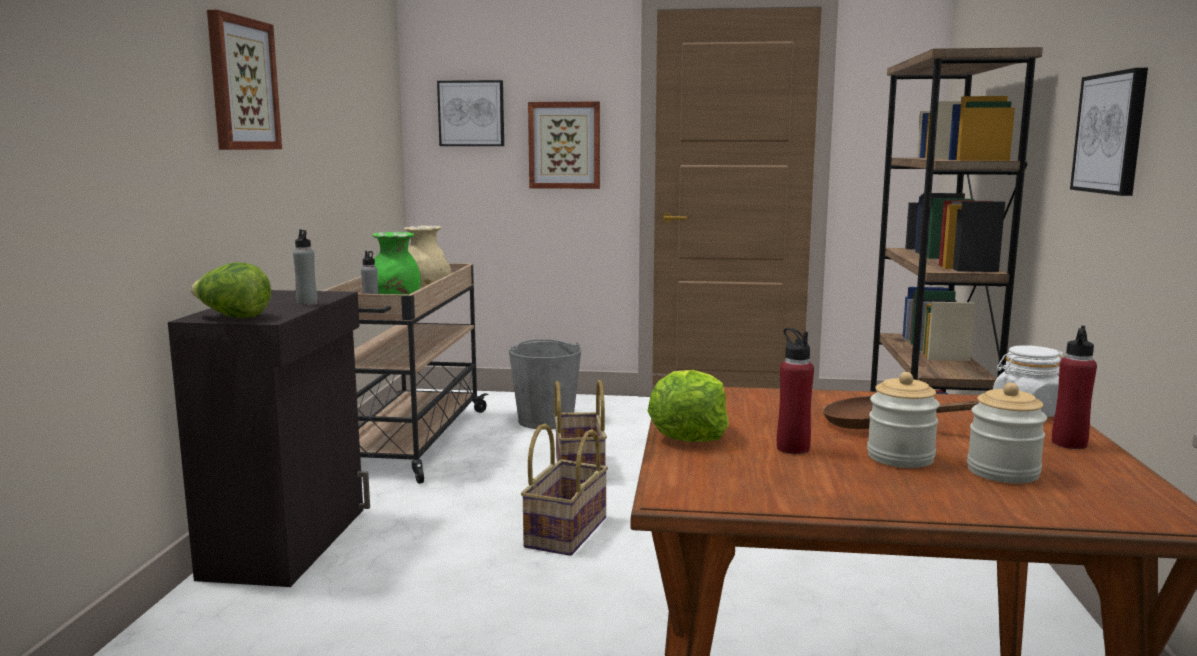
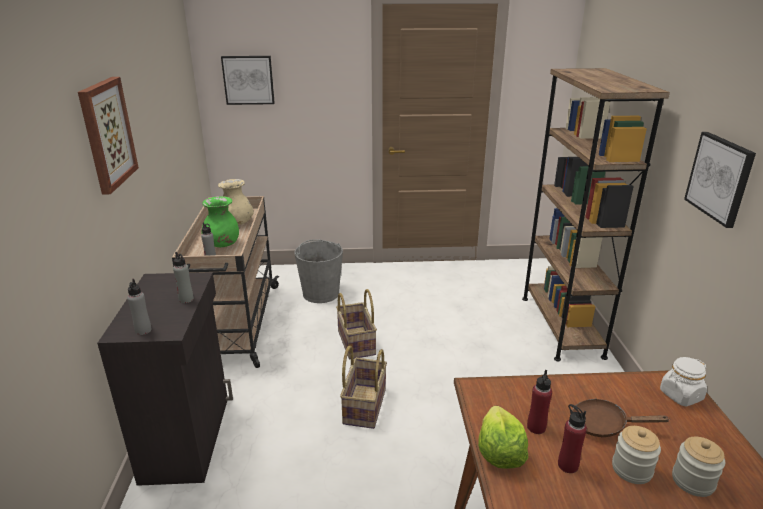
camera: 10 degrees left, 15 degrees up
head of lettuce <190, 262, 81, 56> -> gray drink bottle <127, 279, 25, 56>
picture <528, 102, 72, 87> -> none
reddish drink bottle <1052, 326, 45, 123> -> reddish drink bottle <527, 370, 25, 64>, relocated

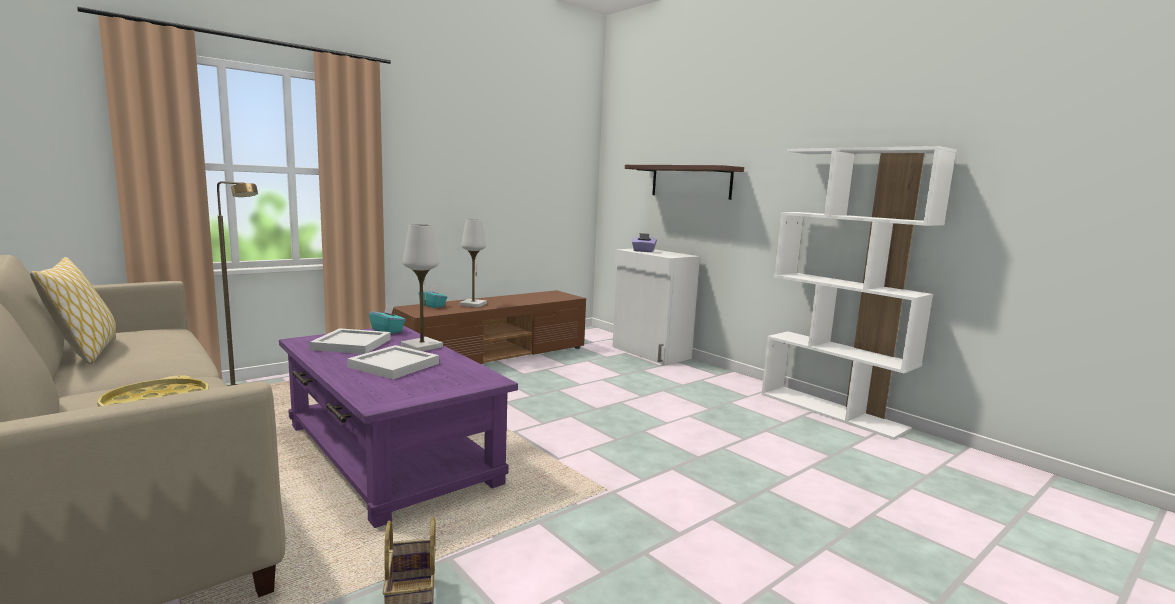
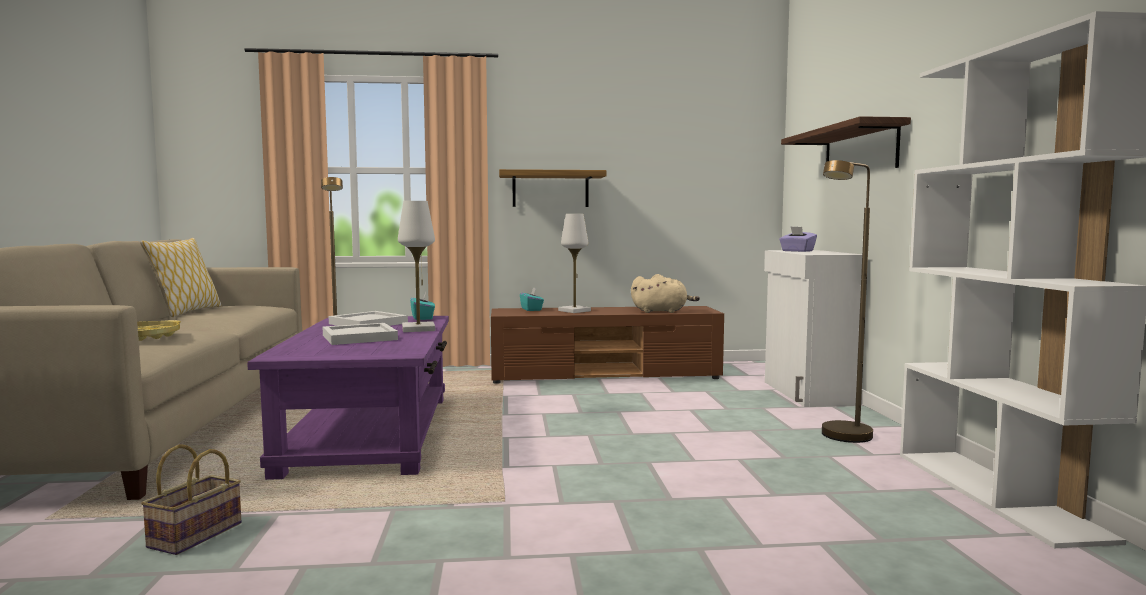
camera: 35 degrees right, 5 degrees down
none -> bracket shelf <499, 169, 108, 38>
none -> sand-coloured soft toy <631, 274, 69, 39>
none -> brown-coloured standard lamp <822, 160, 51, 283>

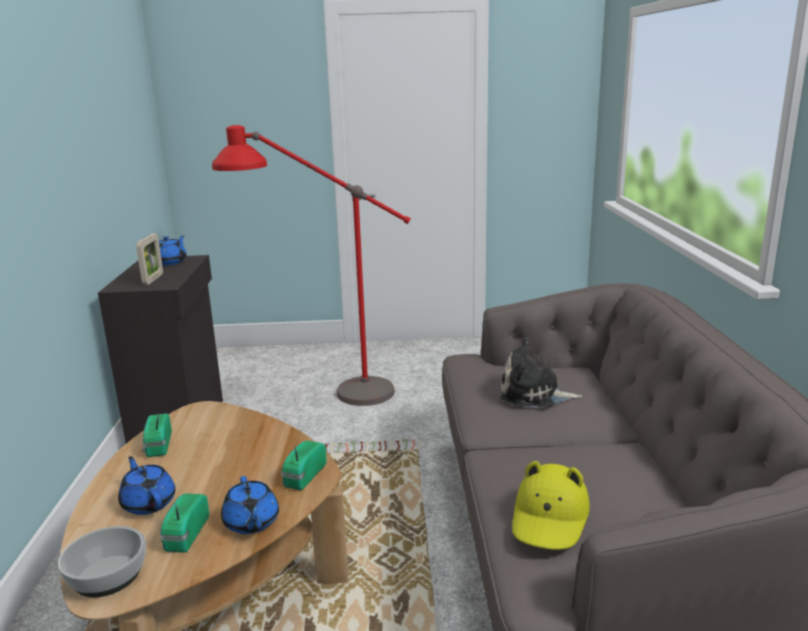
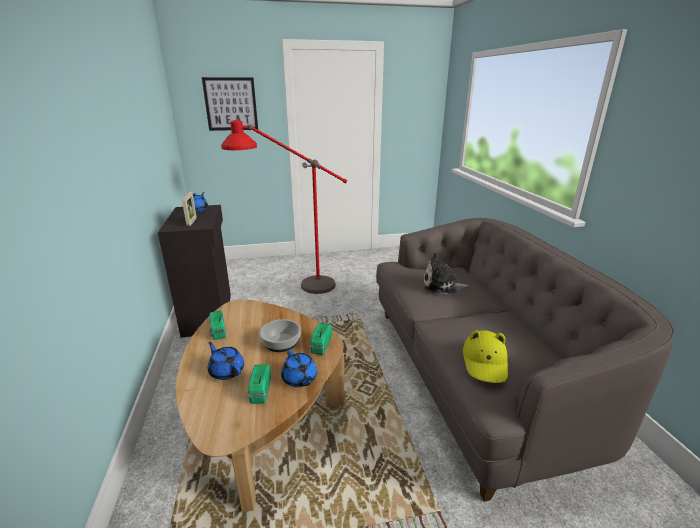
camera: 10 degrees left, 5 degrees up
deep dish <58, 526, 88, 71> -> deep dish <259, 319, 42, 33>, relocated
none -> picture <202, 77, 56, 54>

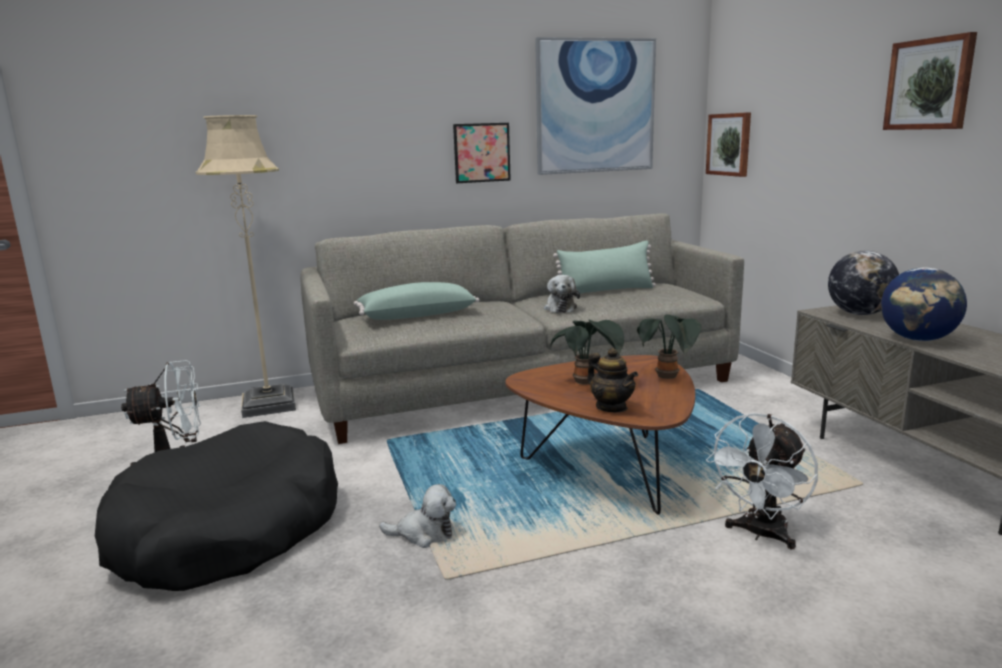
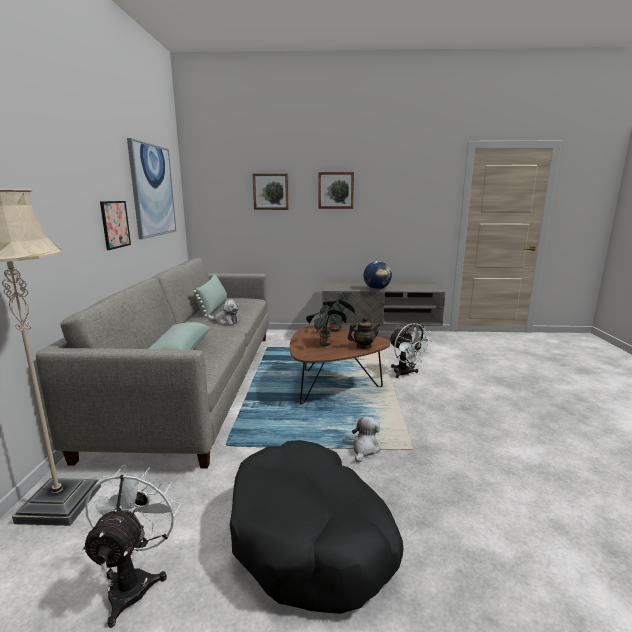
camera: 70 degrees left, 0 degrees up
picture <706, 112, 45, 65> -> picture <253, 173, 36, 37>, relocated
desk globe <828, 251, 71, 64> -> none

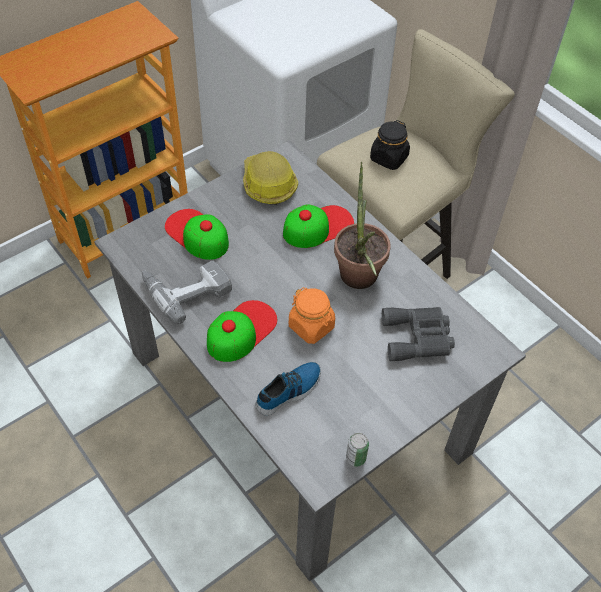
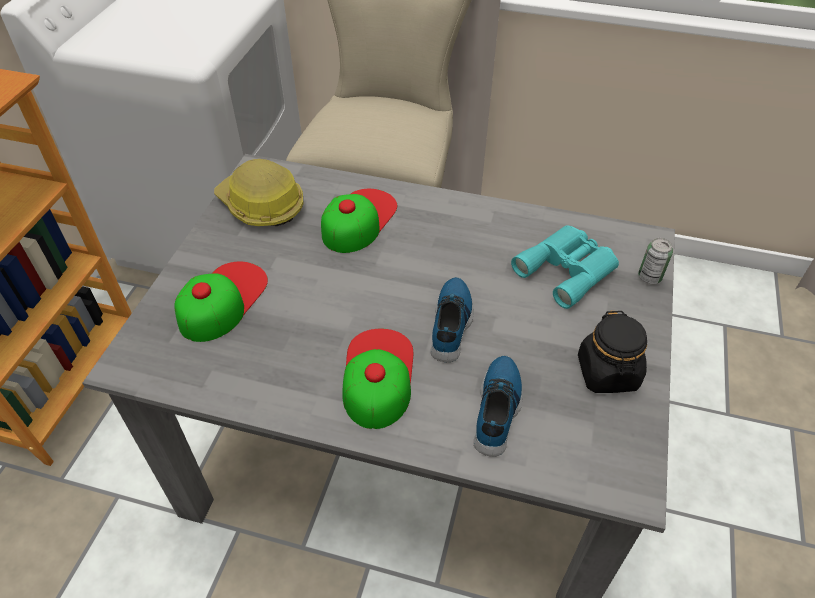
camera: 35 degrees left, 5 degrees down
electric drill <142, 261, 90, 63> -> none
peaked cap <165, 209, 64, 51> -> peaked cap <174, 262, 94, 80>, 105 degrees clockwise
orange-coloured storage jar <289, 287, 46, 57> -> shoe <430, 277, 44, 85>
houseplant <334, 162, 57, 127> -> none
sealed can <346, 433, 23, 34> -> sealed can <638, 238, 35, 46>, relocated
blackish storage jar <370, 120, 40, 50> -> blackish storage jar <578, 311, 69, 82>, relocated
gray binoculars <382, 307, 73, 54> -> turquoise-coloured binoculars <511, 225, 108, 84>

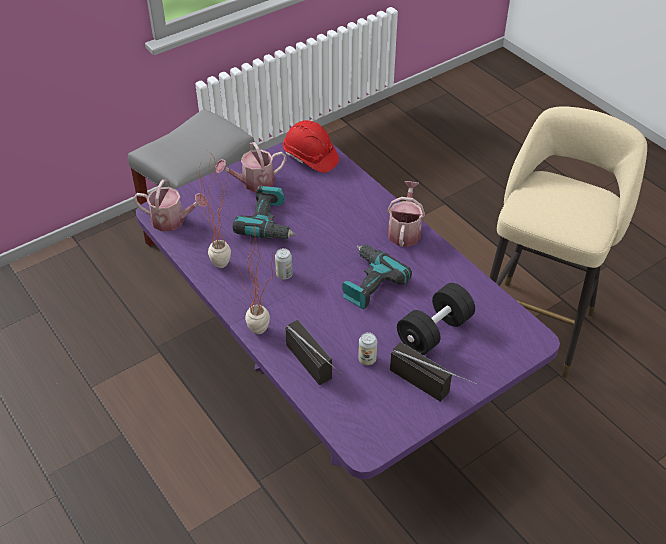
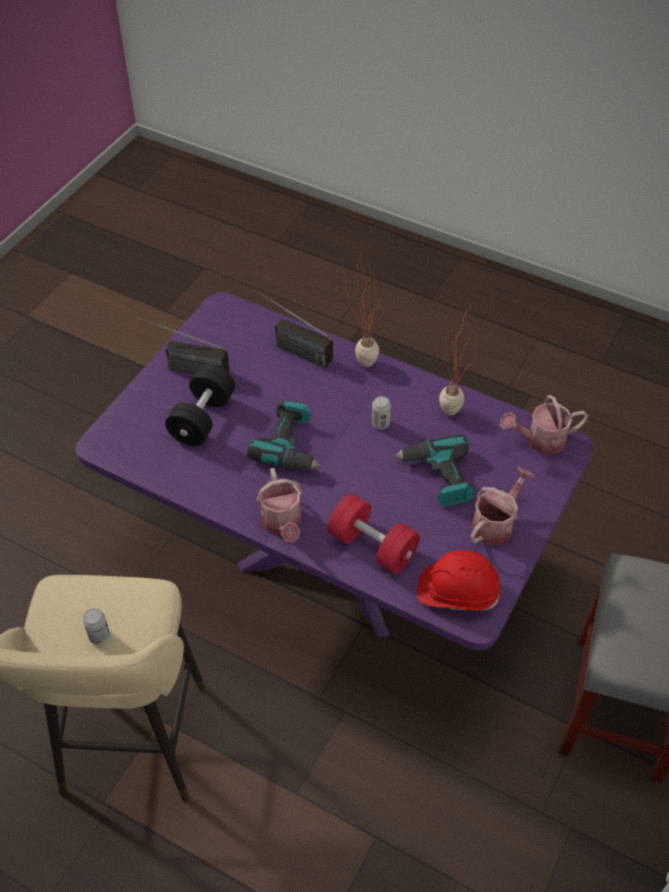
camera: 155 degrees right, 5 degrees up
sealed can <358, 332, 19, 33> -> sealed can <83, 608, 27, 36>, relocated
none -> reddish dumbbell <327, 493, 93, 81>

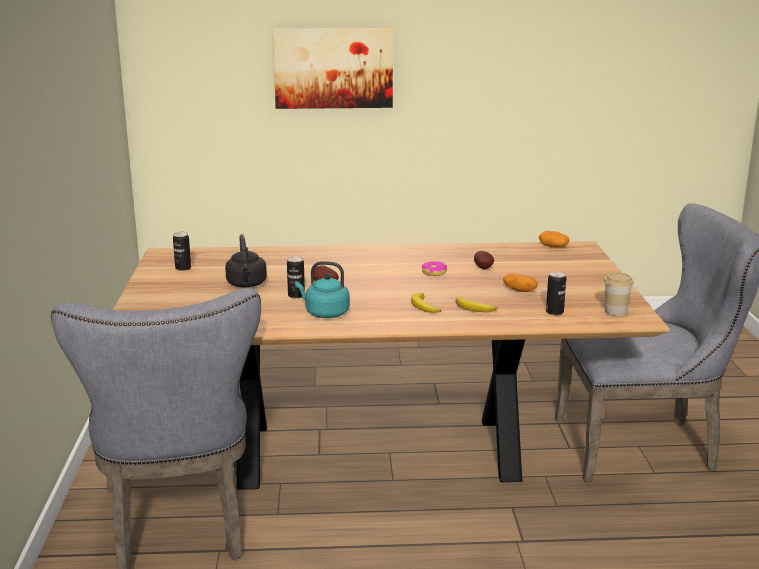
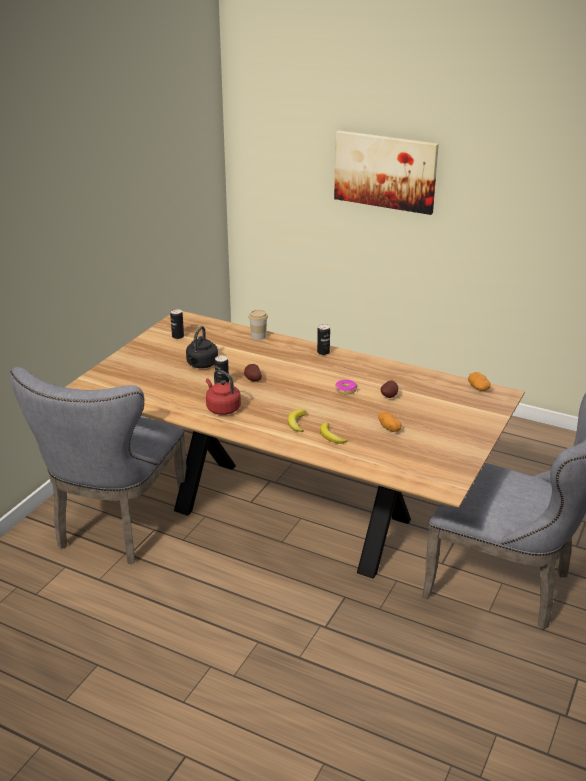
camera: 30 degrees right, 10 degrees up
turquoise-coloured kettle <295, 261, 55, 57> -> reddish kettle <206, 370, 35, 45>
sealed can <546, 271, 20, 44> -> sealed can <317, 324, 13, 31>, relocated
drinking cup <604, 272, 30, 44> -> drinking cup <248, 310, 20, 30>, relocated

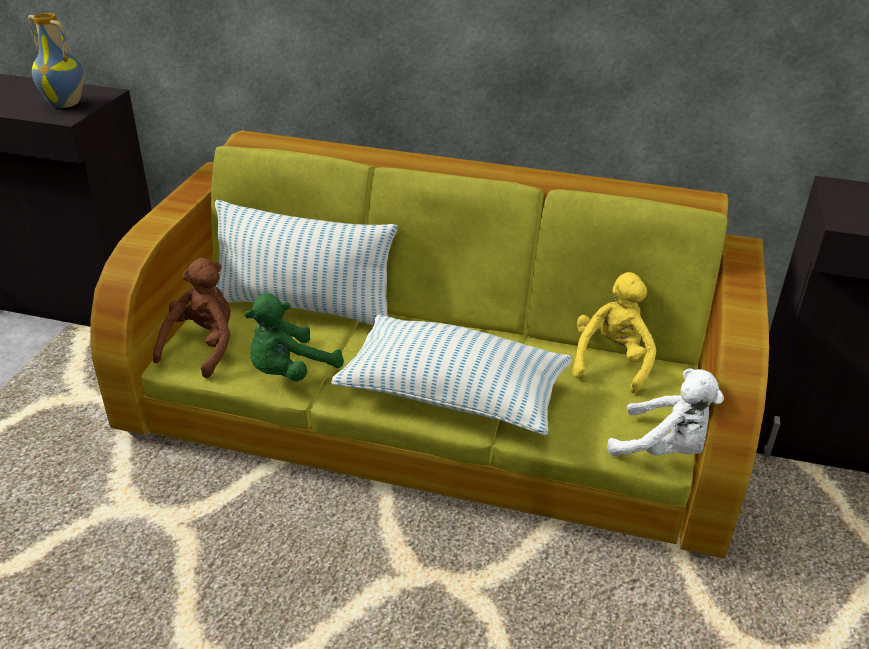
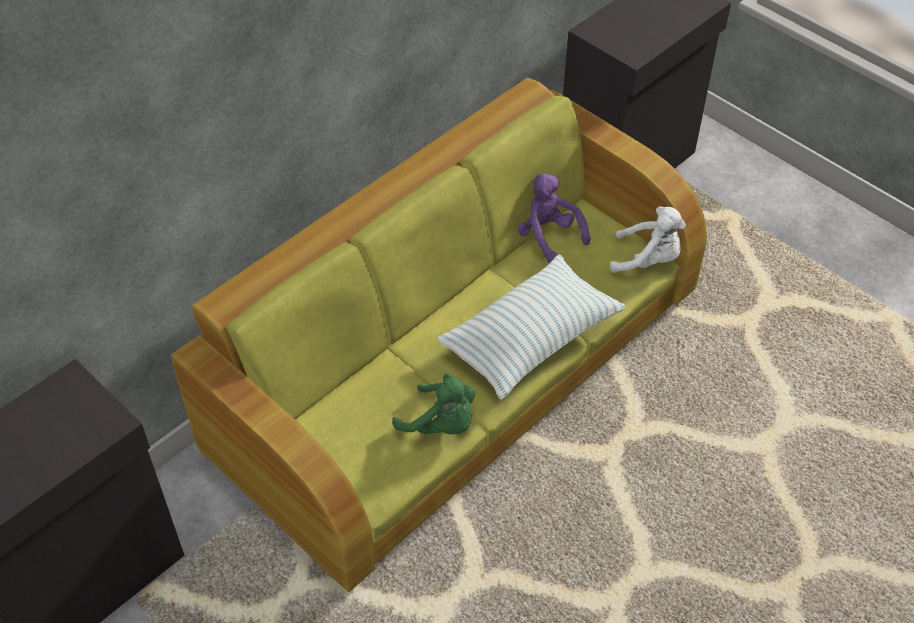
camera: 60 degrees left, 15 degrees up
decorative vase <28, 13, 56, 95> -> none
brown-coloured soft toy <153, 258, 78, 120> -> none
throw pillow <215, 200, 183, 126> -> none
green-coloured soft toy <244, 293, 100, 88> -> green-coloured soft toy <392, 374, 83, 60>, 45 degrees counterclockwise
yellowish soft toy <572, 272, 84, 121> -> purple-coloured soft toy <518, 173, 73, 90>
white soft toy <607, 369, 117, 87> -> white soft toy <610, 206, 76, 67>, 45 degrees clockwise

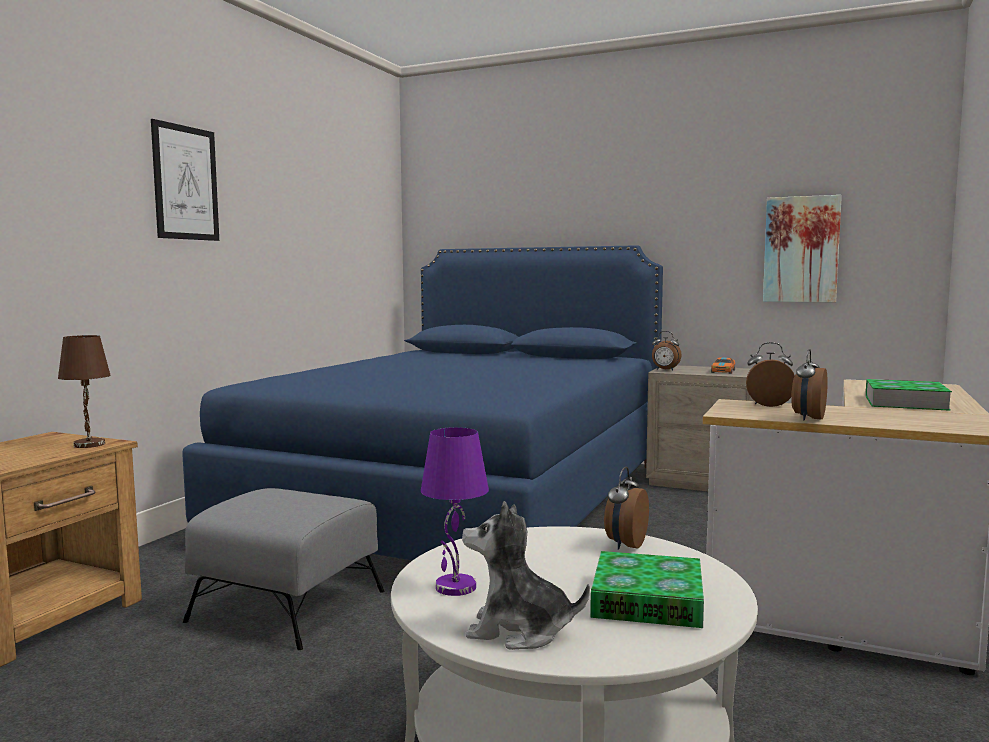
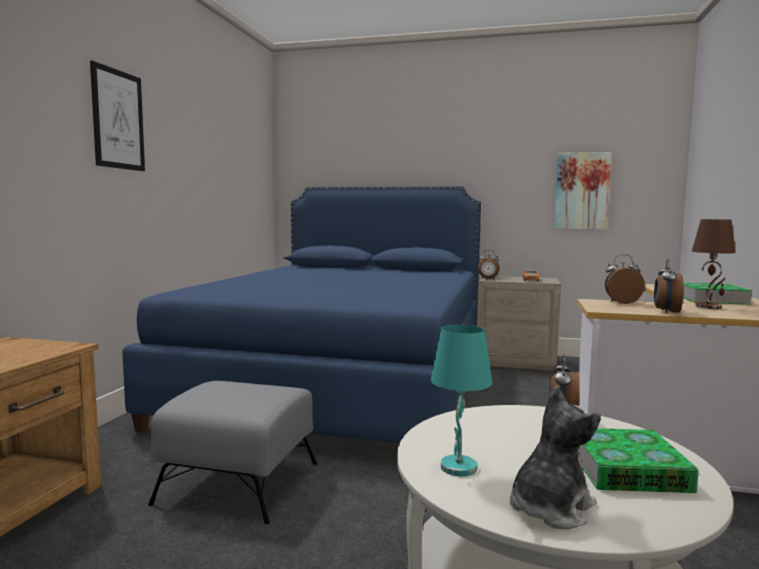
camera: 10 degrees left, 0 degrees up
brown-coloured lamp for a table <58, 335, 53, 113> -> brown-coloured lamp for a table <692, 219, 43, 90>, relocated
purple-coloured lamp for a table <421, 427, 68, 169> -> turquoise-coloured lamp for a table <431, 325, 61, 152>
soft toy <462, 501, 128, 149> -> soft toy <510, 386, 91, 143>, 135 degrees clockwise

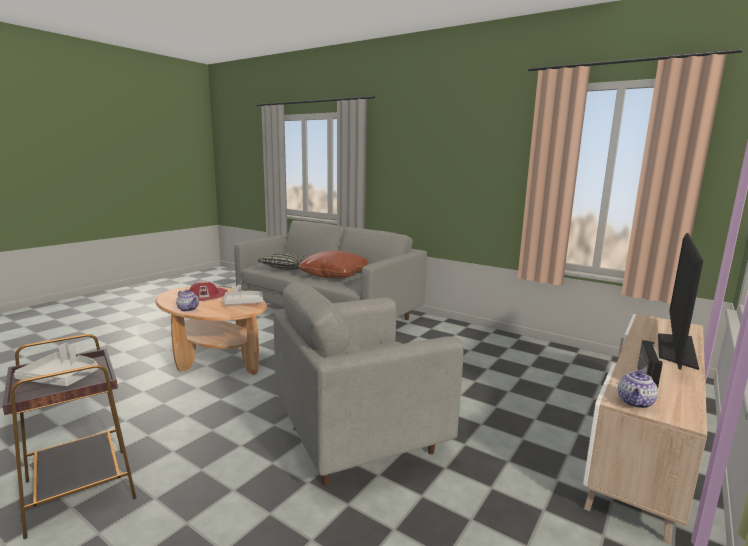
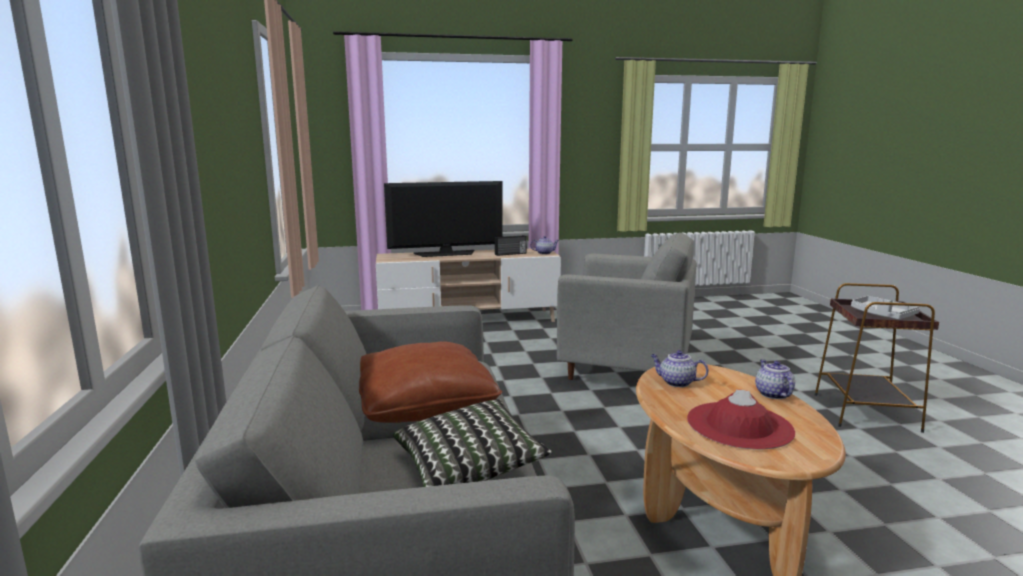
camera: 135 degrees left, 0 degrees up
gray serving tray <224, 285, 39, 20> -> pot for tea <650, 350, 58, 37>

